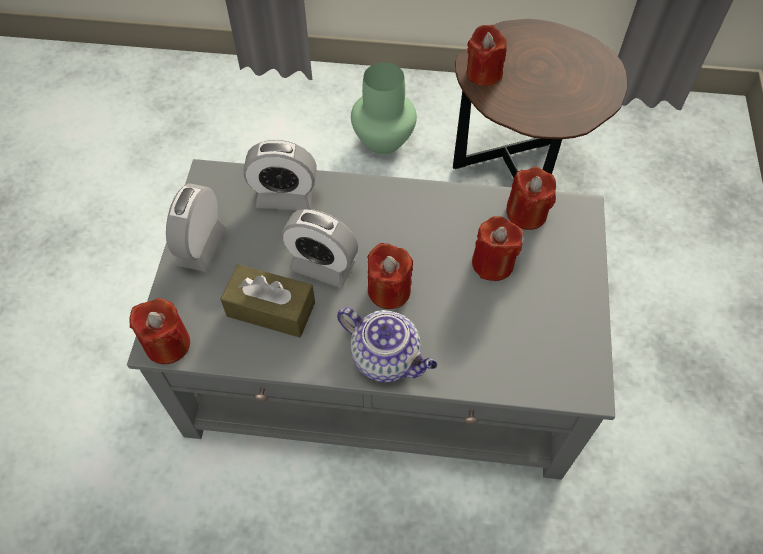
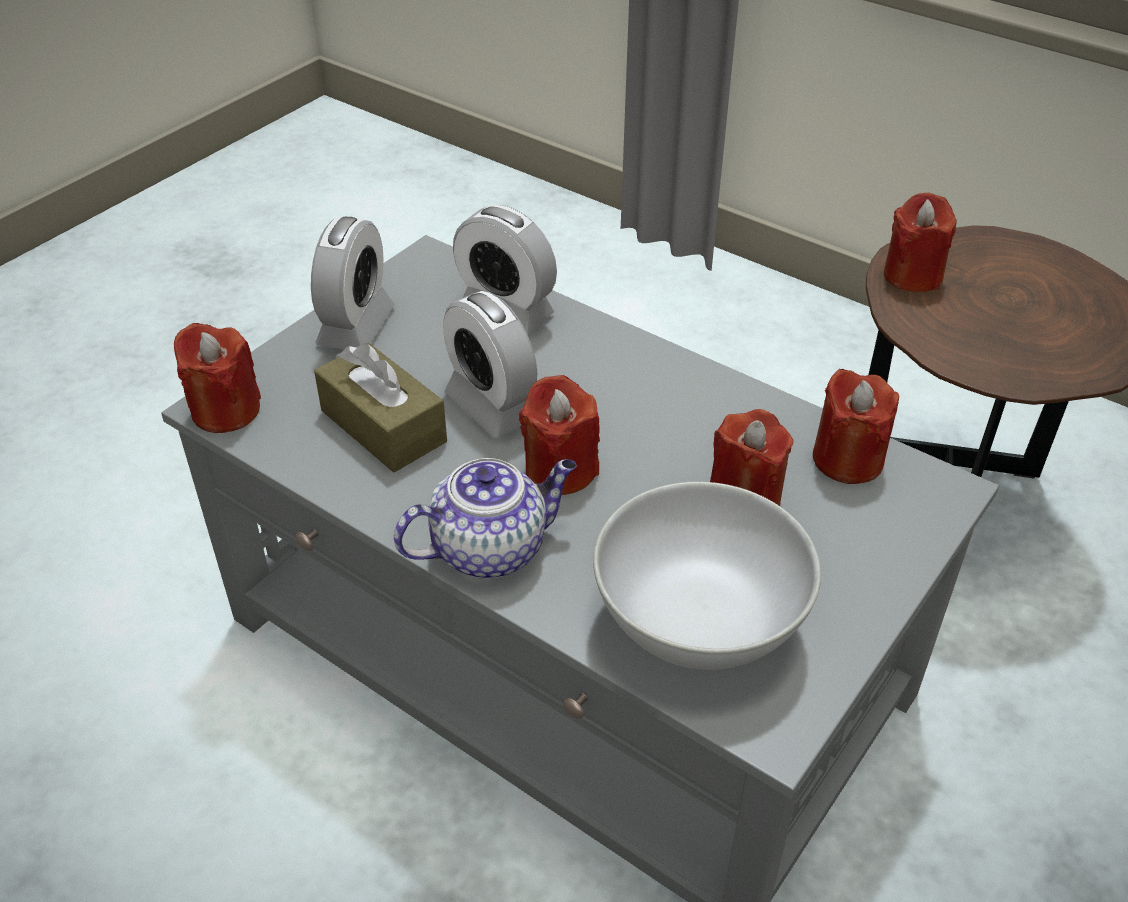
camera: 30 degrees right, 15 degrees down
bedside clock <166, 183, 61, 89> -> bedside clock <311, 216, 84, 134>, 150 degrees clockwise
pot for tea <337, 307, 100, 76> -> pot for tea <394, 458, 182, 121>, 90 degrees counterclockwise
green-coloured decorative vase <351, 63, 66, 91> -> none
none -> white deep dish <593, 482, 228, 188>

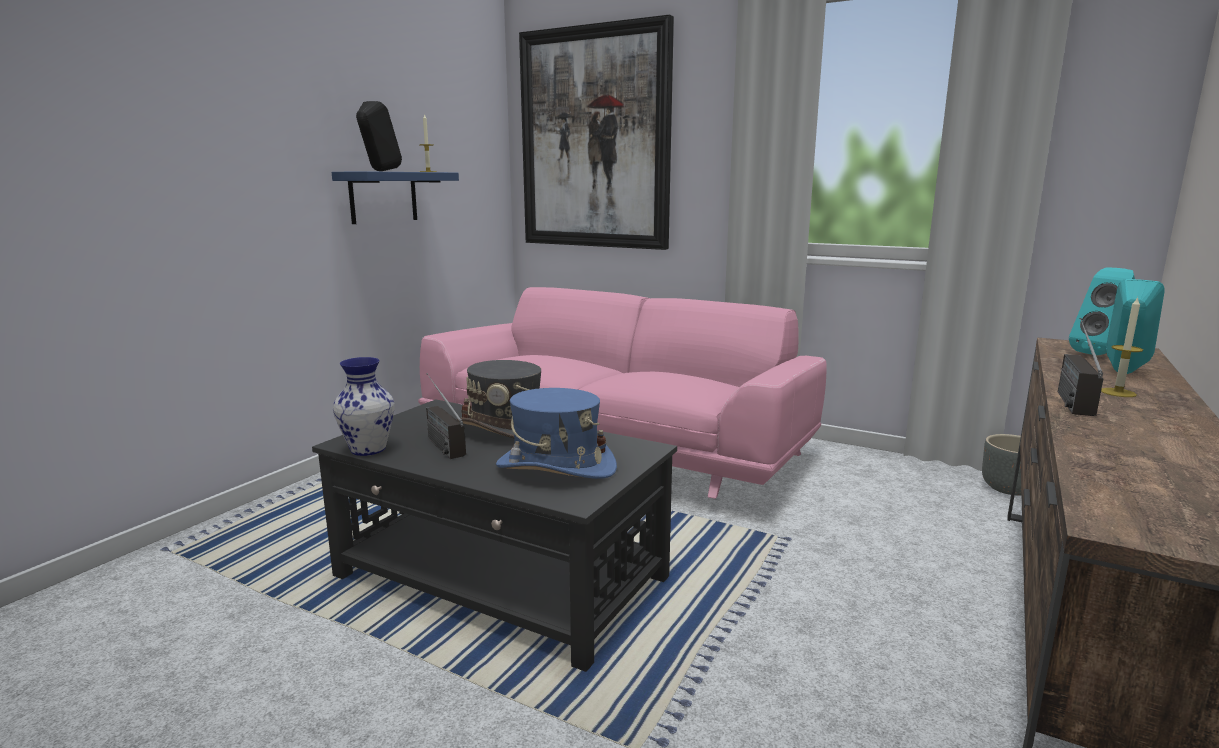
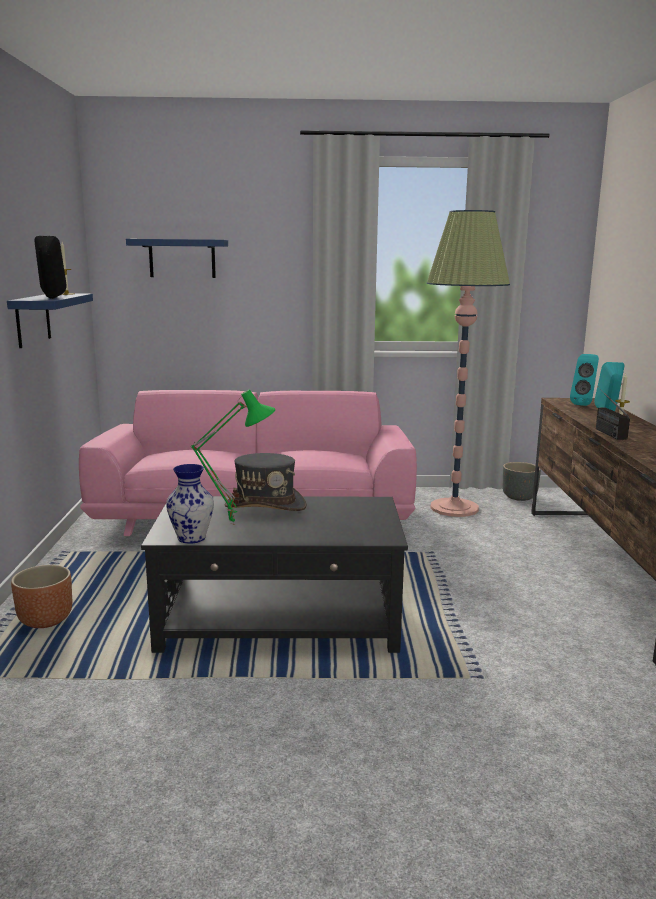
camera: 30 degrees left, 0 degrees up
radio receiver <426, 373, 40, 86> -> green-coloured lamp for a table <191, 389, 84, 136>
blue-coloured hat <496, 388, 121, 91> -> none
picture <519, 15, 155, 235> -> blue-coloured bracket shelf <126, 239, 102, 39>
none -> brown-coloured flower pot <11, 565, 61, 63>
none -> standard lamp <427, 210, 83, 307>

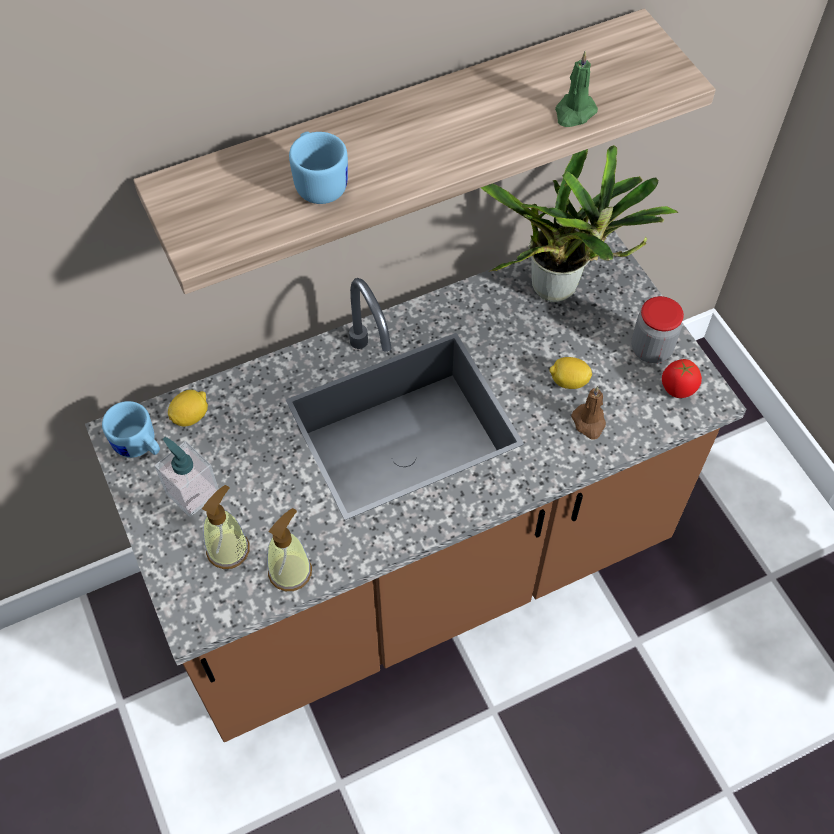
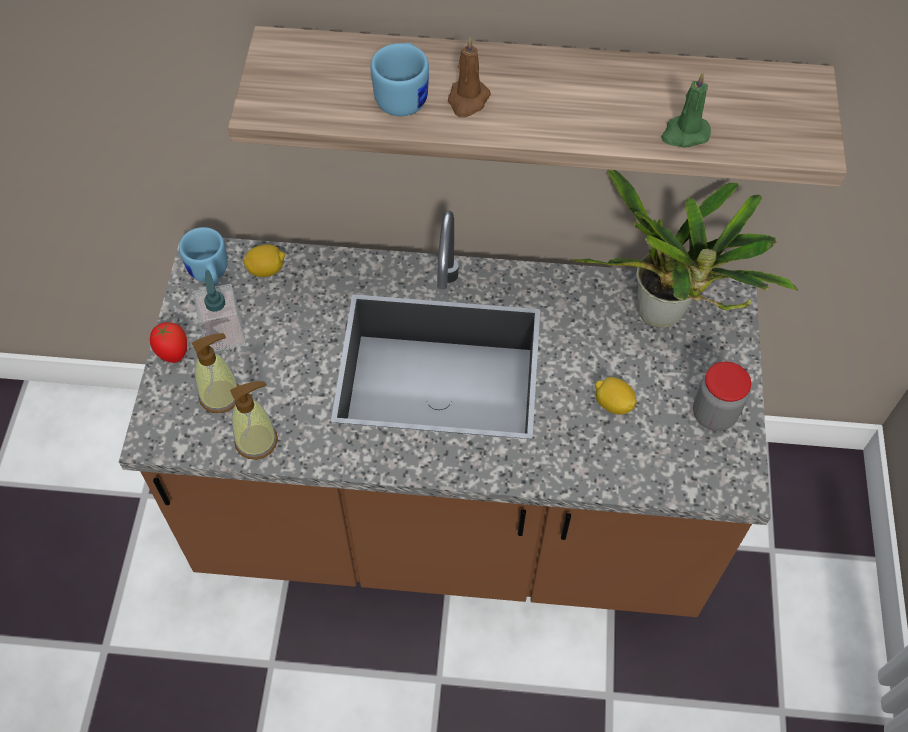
camera: 30 degrees right, 0 degrees up
brown-coloured wax candle <571, 386, 35, 54> -> brown-coloured wax candle <448, 37, 43, 81>, relocated
tomato <662, 359, 40, 39> -> tomato <150, 322, 37, 41>, relocated

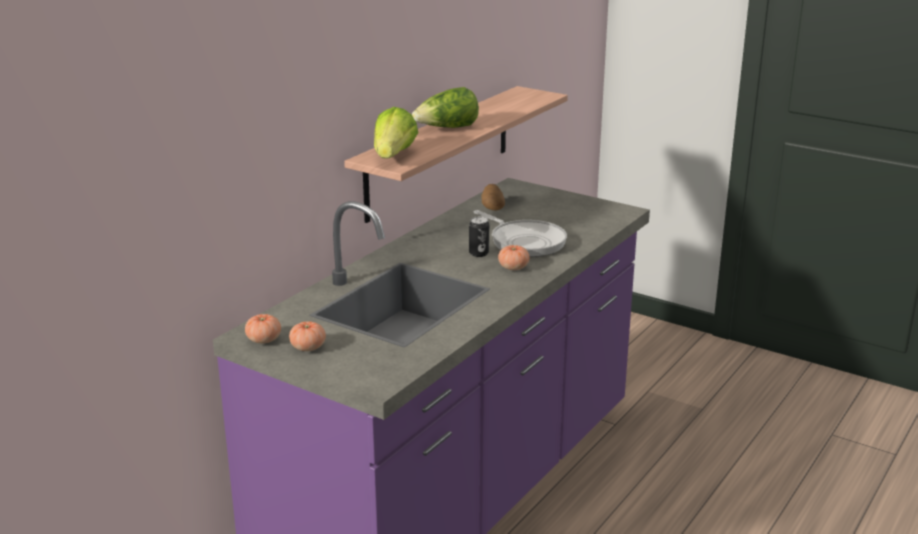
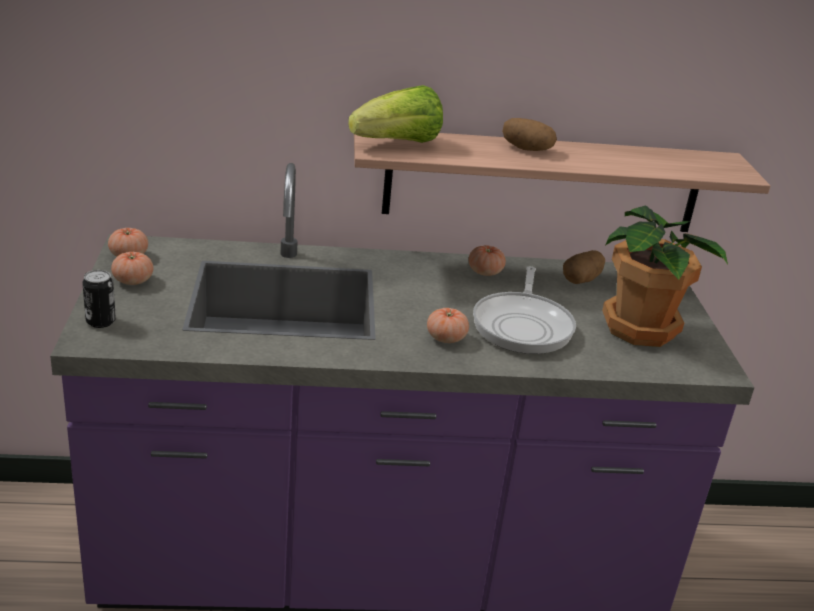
camera: 50 degrees right, 5 degrees up
head of lettuce <412, 87, 67, 41> -> spud <502, 118, 55, 33>
sealed can <469, 217, 20, 40> -> sealed can <82, 270, 34, 58>, relocated
none -> tomato <469, 245, 37, 31>
none -> houseplant <602, 205, 126, 142>

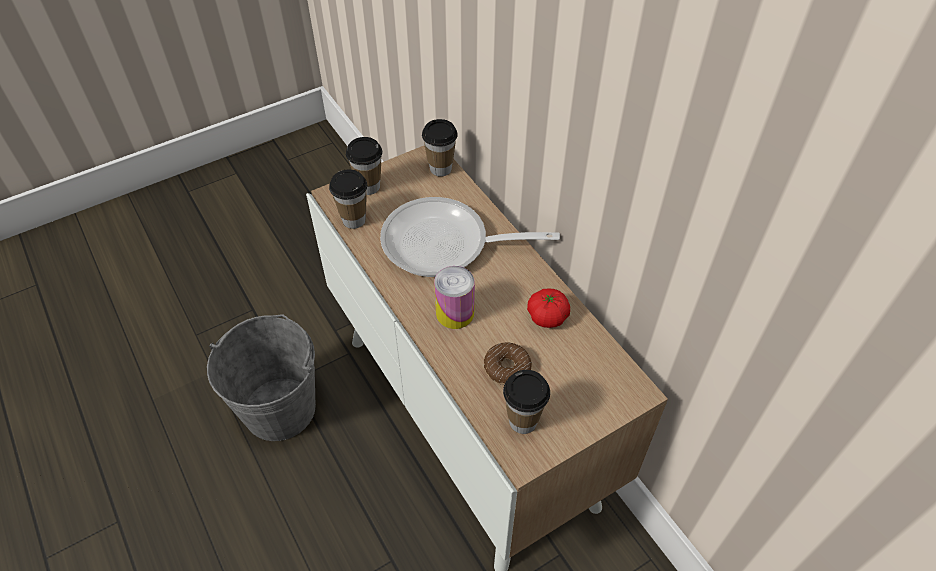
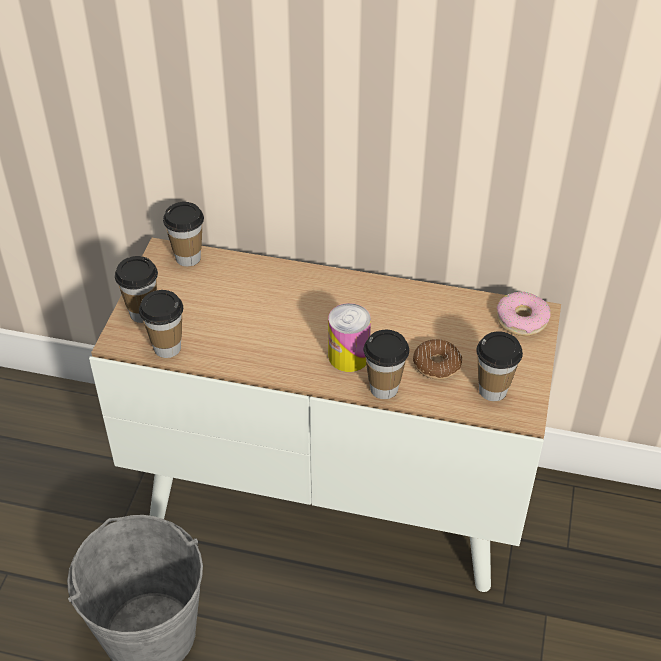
camera: 45 degrees left, 5 degrees down
pan <380, 197, 180, 80> -> none
tomato <527, 288, 43, 40> -> none
none -> drinking cup <364, 330, 45, 69>
none -> ring doughnut <497, 291, 54, 45>

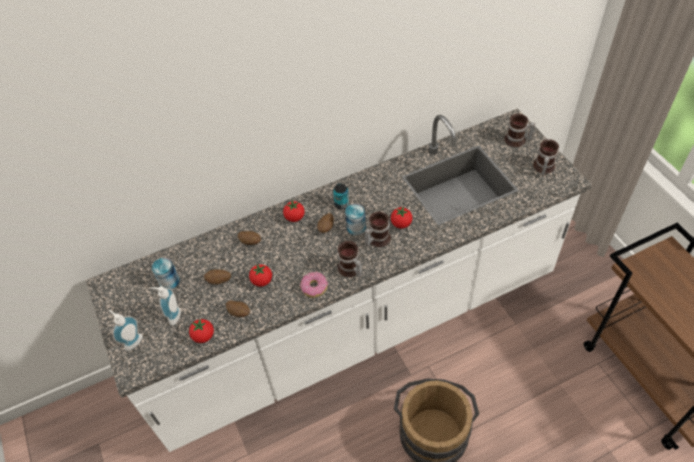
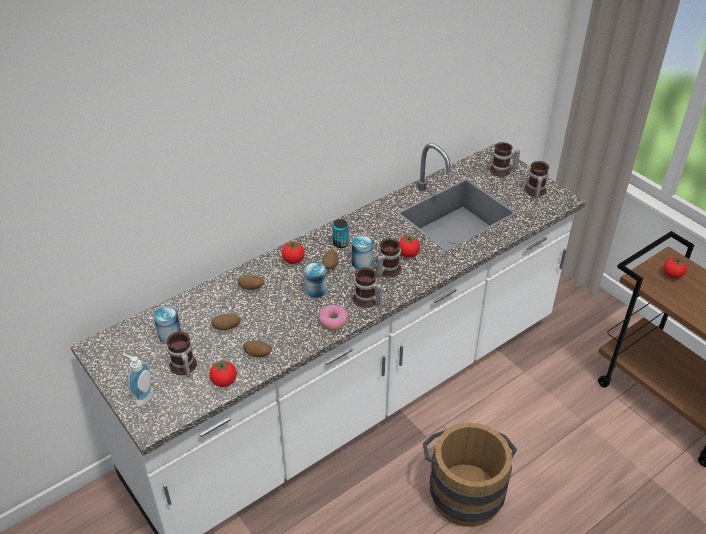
camera: 15 degrees left, 10 degrees down
liquid soap bottle <150, 286, 31, 39> -> tea mug <166, 331, 31, 46>
tomato <249, 264, 23, 23> -> tomato <663, 257, 24, 21>, relocated
none -> sealed can <304, 262, 23, 36>

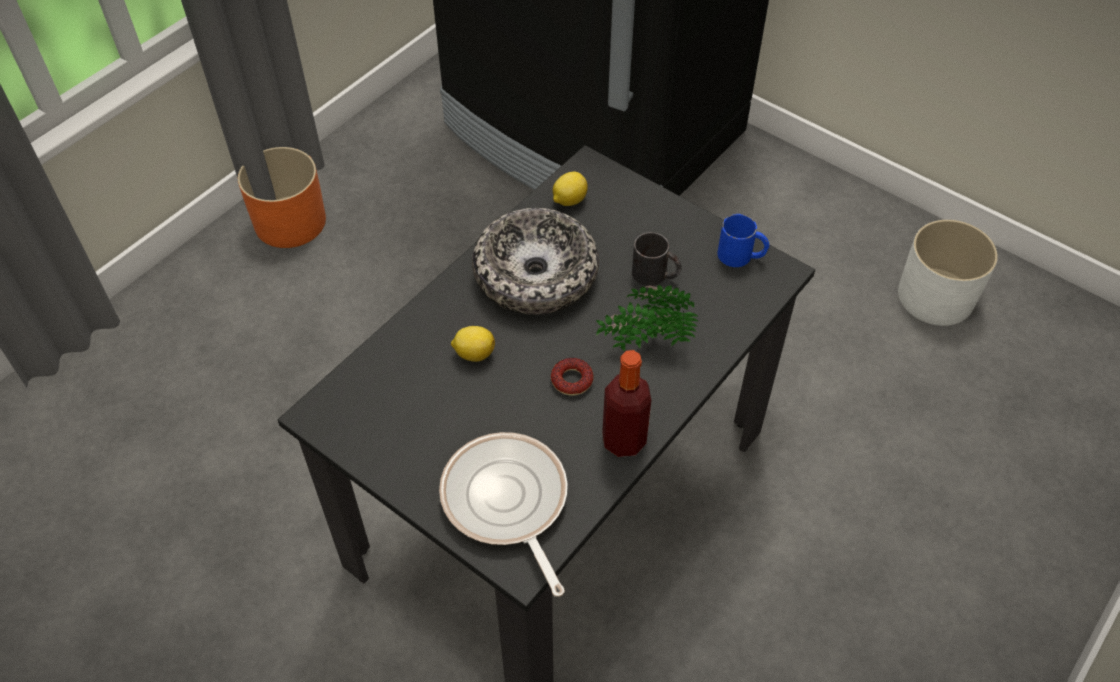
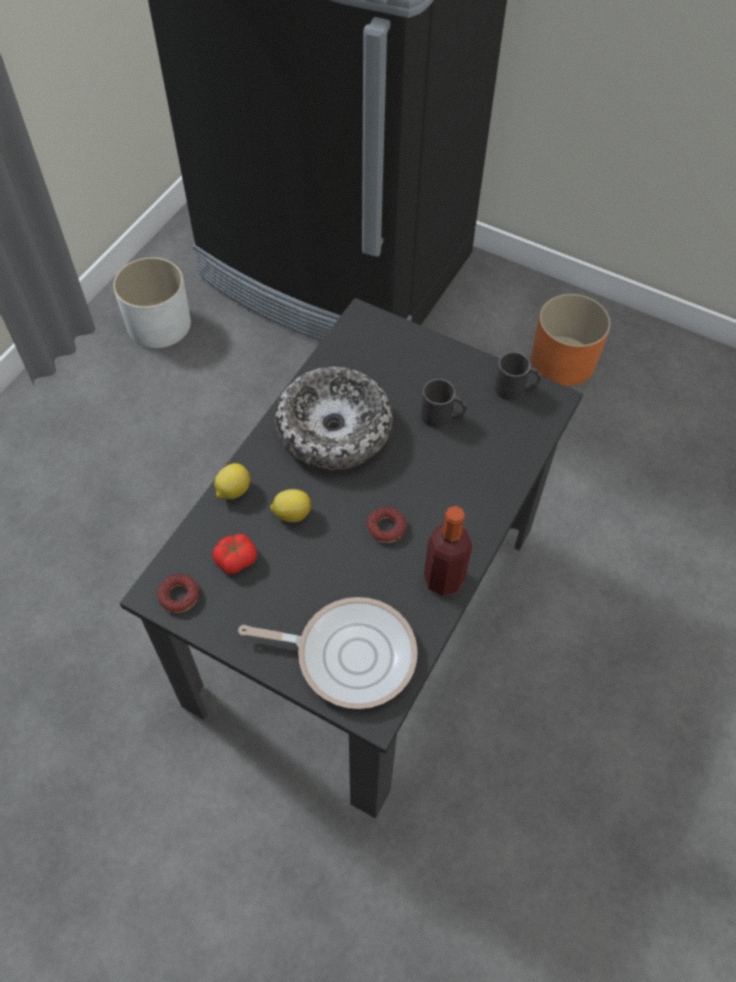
camera: 10 degrees left, 5 degrees up
orange-coloured flower pot <238, 147, 88, 101> -> orange-coloured flower pot <531, 294, 80, 92>, relocated
pan <439, 432, 129, 165> -> pan <238, 597, 180, 112>, 135 degrees clockwise
lemon <553, 172, 35, 34> -> lemon <214, 463, 36, 36>, relocated
houseplant <596, 285, 102, 66> -> none
blue-coloured tea mug <717, 214, 52, 53> -> blackish tea mug <494, 352, 48, 48>
white flower pot <898, 220, 100, 106> -> white flower pot <113, 257, 78, 91>, relocated
none -> ring doughnut <157, 574, 42, 39>
none -> tomato <213, 534, 44, 40>

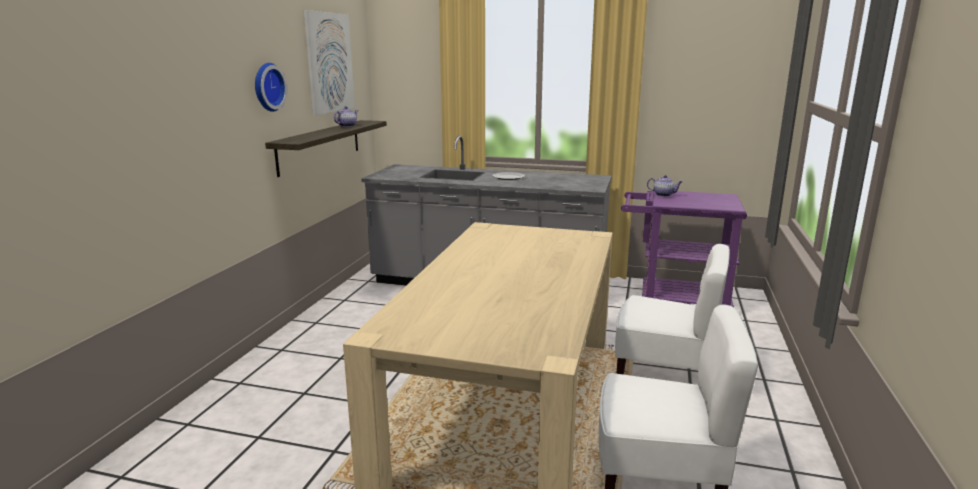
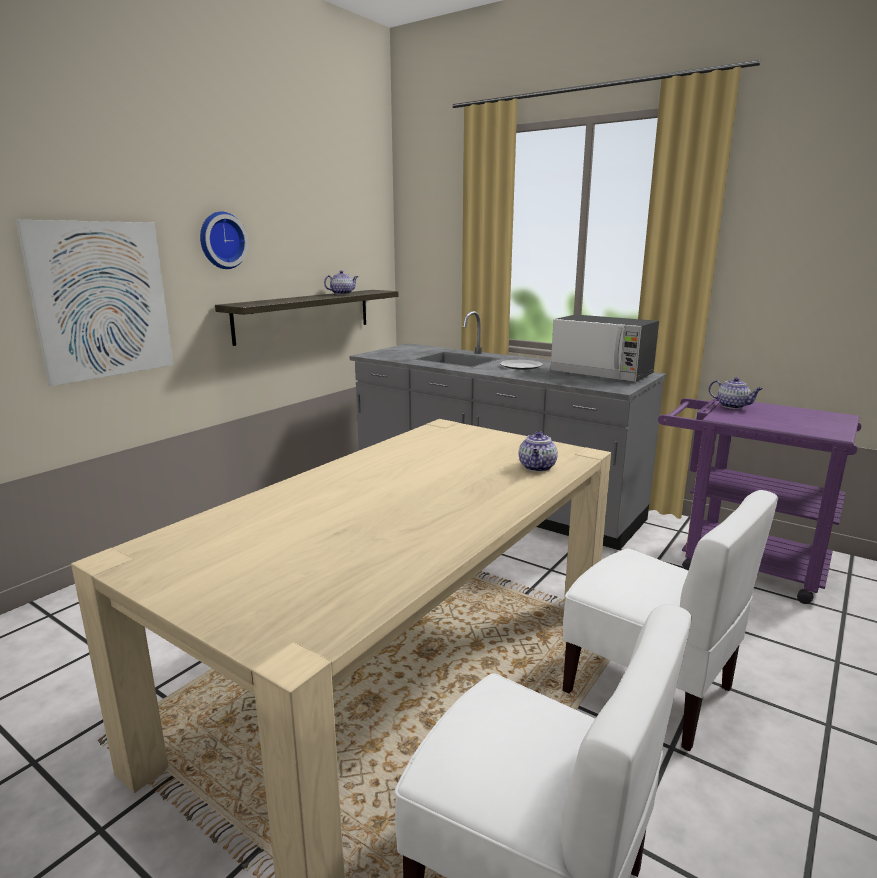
camera: 20 degrees right, 0 degrees up
picture <304, 10, 51, 105> -> picture <16, 220, 157, 166>, relocated
none -> pot for tea <518, 431, 40, 41>
none -> kitchen microwave <550, 315, 109, 67>

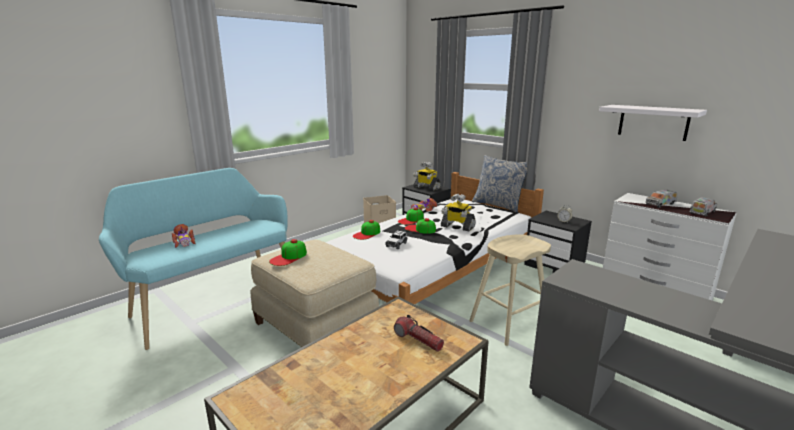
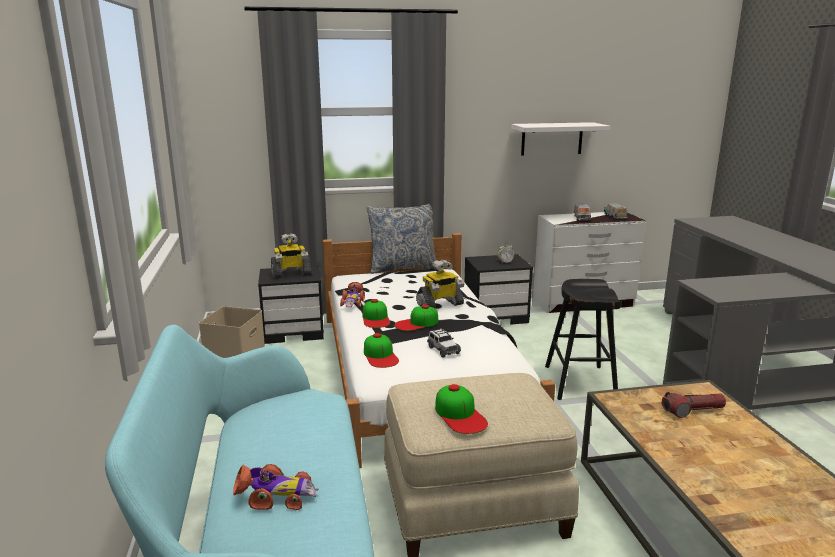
camera: 55 degrees left, 0 degrees up
sand-coloured stool <469, 234, 82, 112> -> blackish stool <545, 279, 77, 121>

